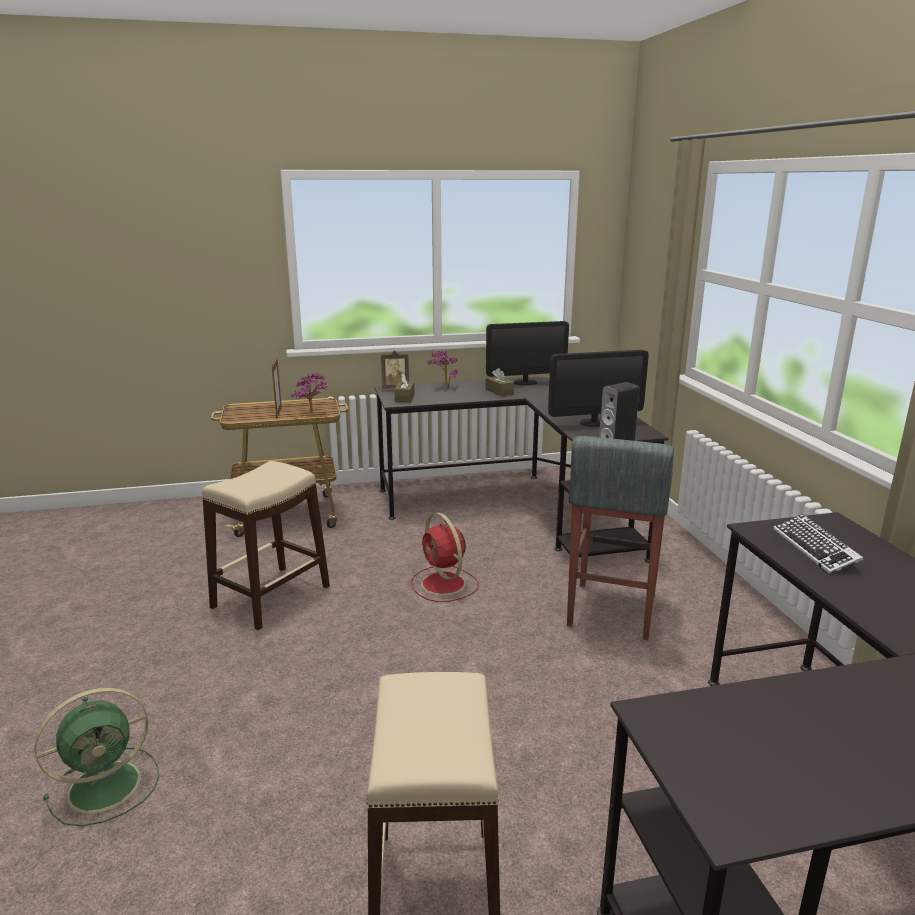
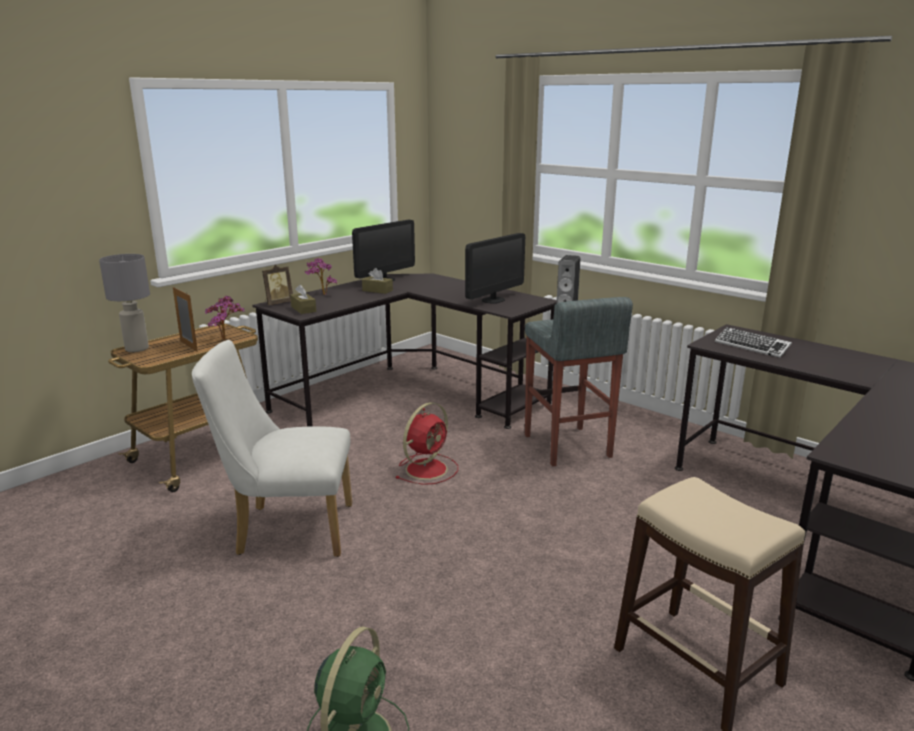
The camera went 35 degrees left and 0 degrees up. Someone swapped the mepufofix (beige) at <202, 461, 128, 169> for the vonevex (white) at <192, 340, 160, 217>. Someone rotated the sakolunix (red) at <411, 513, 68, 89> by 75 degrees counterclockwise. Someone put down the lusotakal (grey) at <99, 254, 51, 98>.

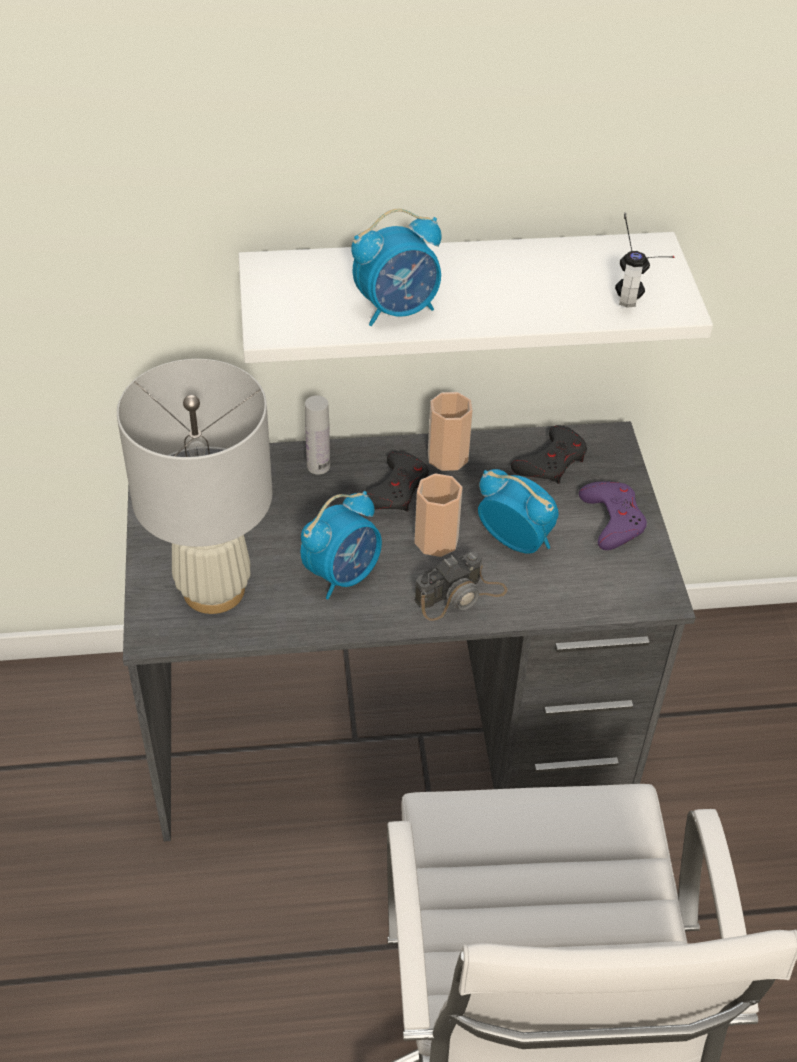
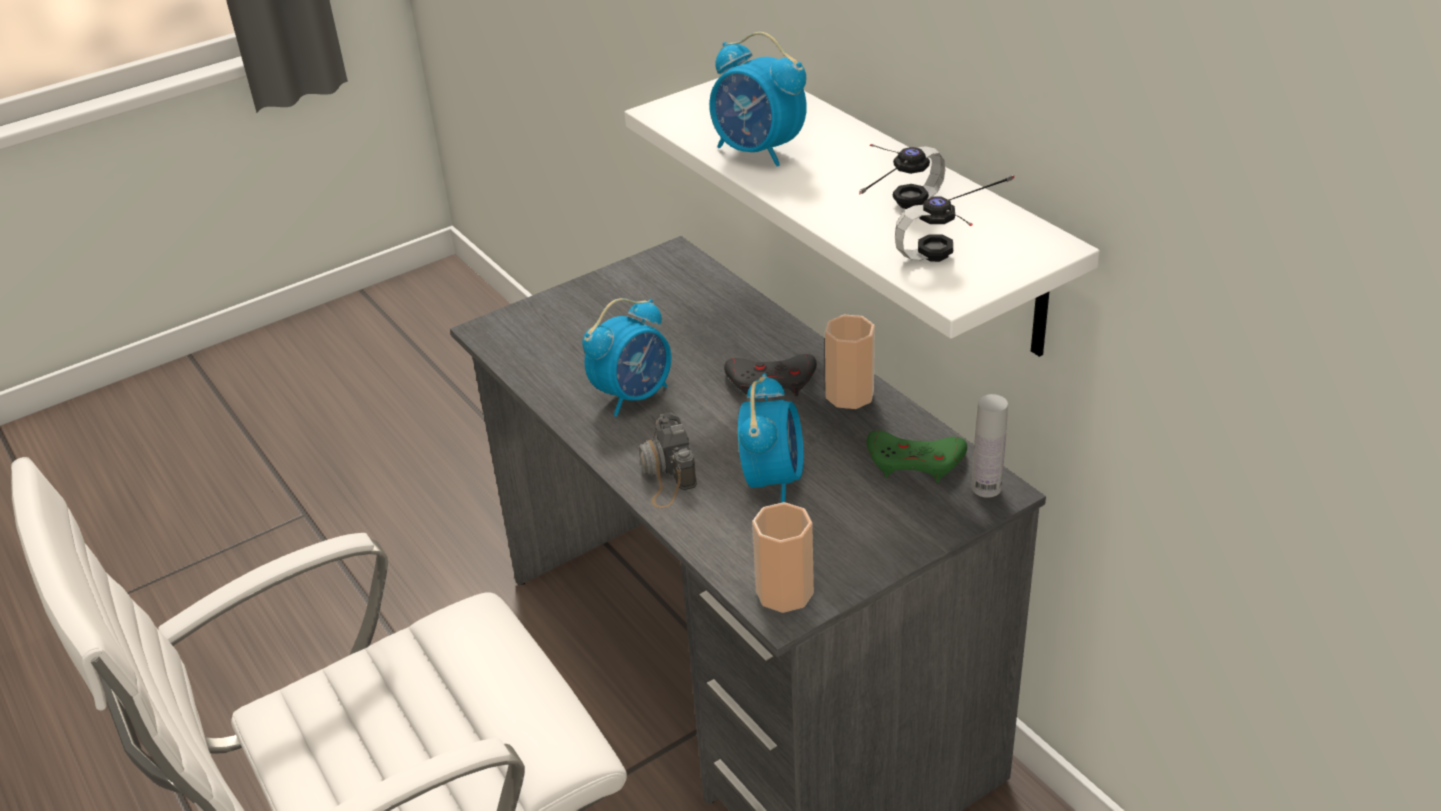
The camera went 65 degrees right and 10 degrees down. Someone took away the lusotakal (white) at <117, 359, 155, 255>. Someone carried the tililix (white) from <305, 395, 25, 79> to <972, 394, 36, 104>. Someone repainted the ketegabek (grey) at <511, 425, 76, 59>, which became the ketegabek (green) at <867, 430, 100, 53>. Someone carried the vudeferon from <414, 473, 49, 84> to <752, 502, 62, 111>. Someone took away the ketegabek (purple) at <579, 481, 68, 69>. Someone rotated the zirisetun at <301, 491, 81, 108> by 60 degrees counterclockwise. Someone rotated the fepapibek at <415, 552, 93, 69> by 45 degrees clockwise. Someone put down the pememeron at <859, 144, 86, 65>.

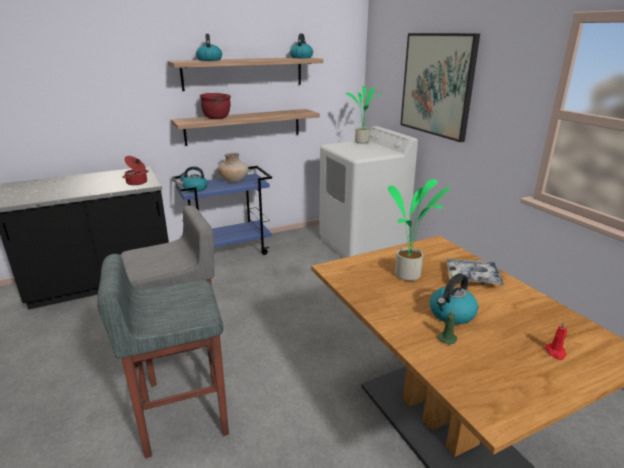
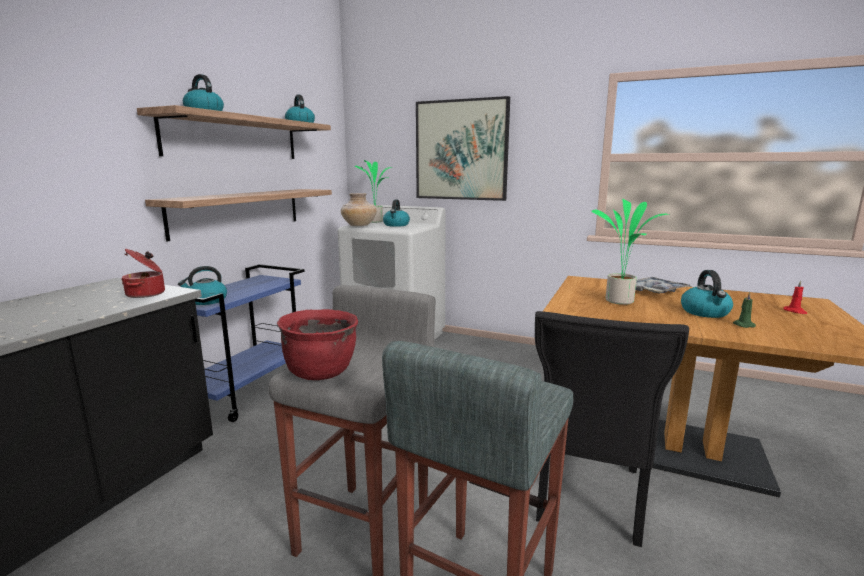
The camera went 40 degrees left and 10 degrees down. Someone carried the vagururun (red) from <200, 93, 31, 26> to <277, 309, 81, 71>. Someone carried the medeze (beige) from <218, 153, 30, 29> to <341, 193, 36, 33>. Someone put down the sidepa at <383, 199, 27, 28>. Someone put down the vonevex (black) at <535, 311, 154, 236>.

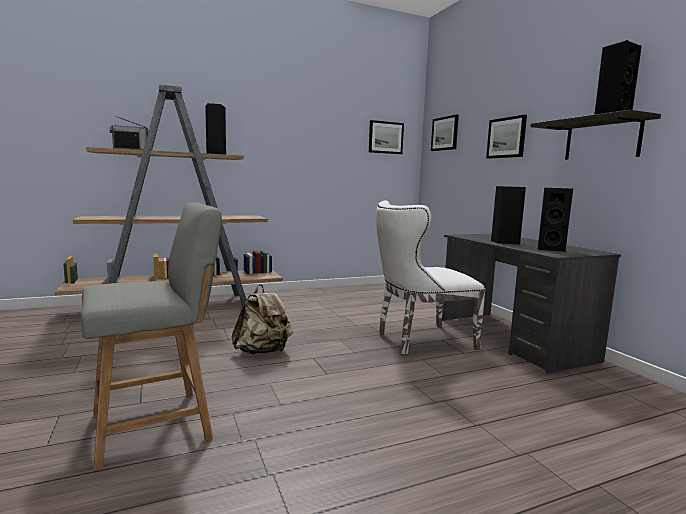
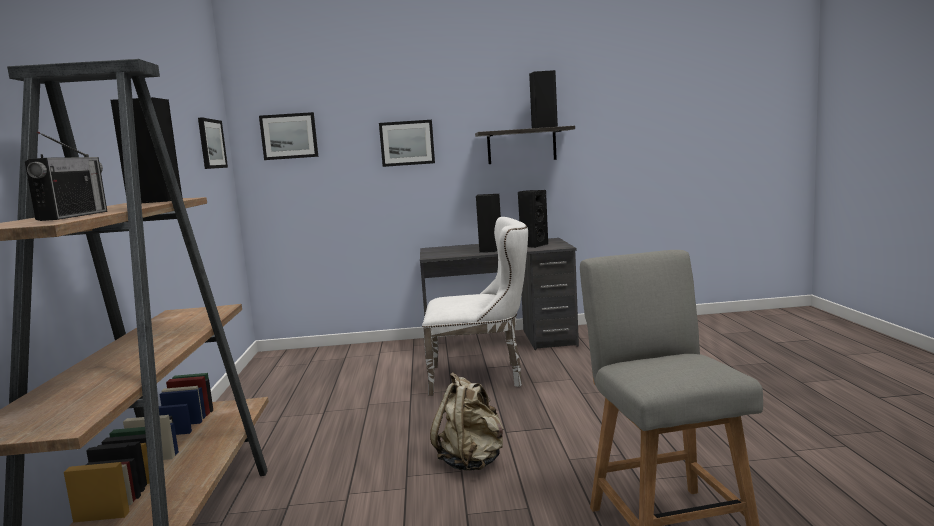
The camera went 70 degrees left and 0 degrees up. Someone rotated the vonevex (white) at <376, 201, 110, 154> by 90 degrees counterclockwise.

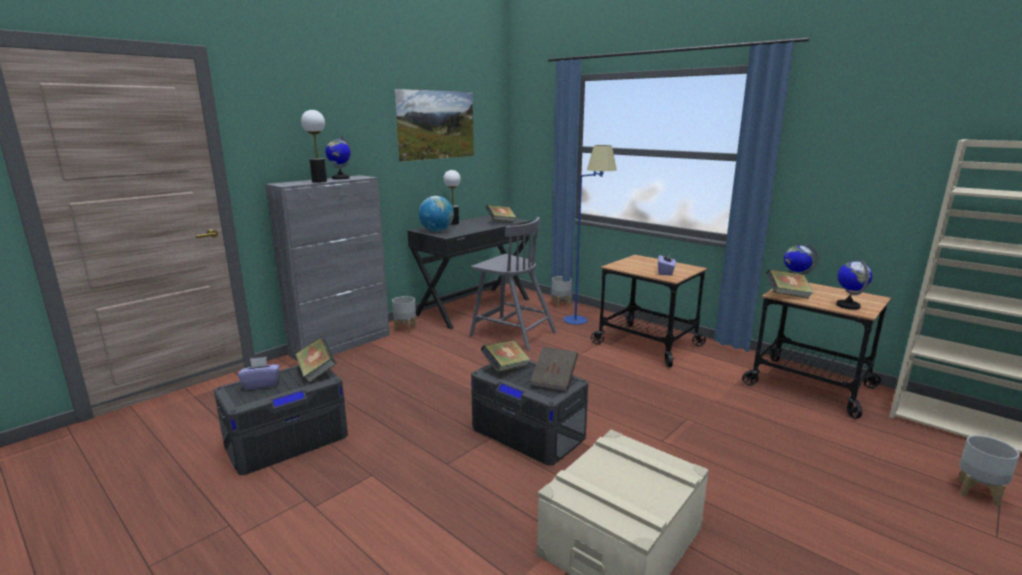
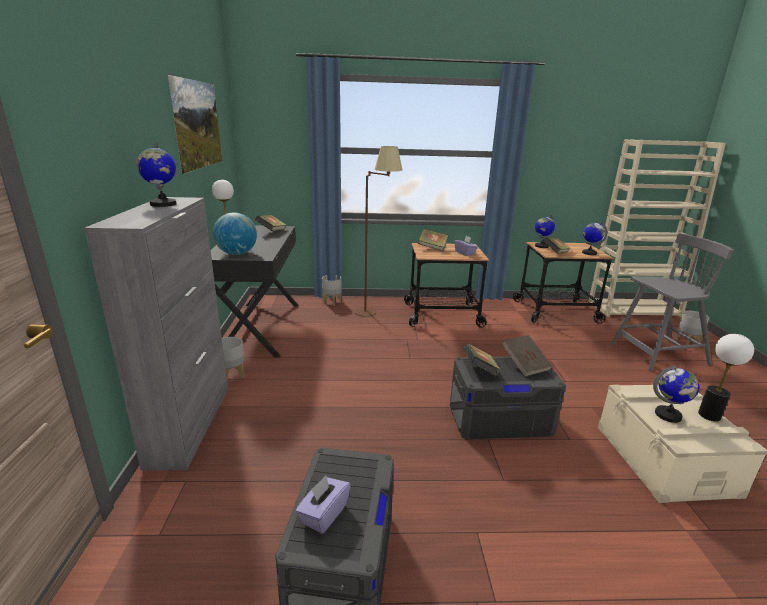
The camera went 45 degrees left and 5 degrees up. Someone carried the lusotakal from <301, 110, 26, 73> to <698, 334, 56, 87>. Someone repainted the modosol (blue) at <563, 145, 54, 180>, which became the modosol (brown) at <354, 146, 48, 171>. Someone carried the vonevex (grey) from <470, 217, 87, 134> to <611, 233, 122, 138>. Someone carried the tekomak from <295, 337, 41, 46> to <418, 229, 31, 22>. Someone put down the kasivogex at <653, 365, 46, 58>.

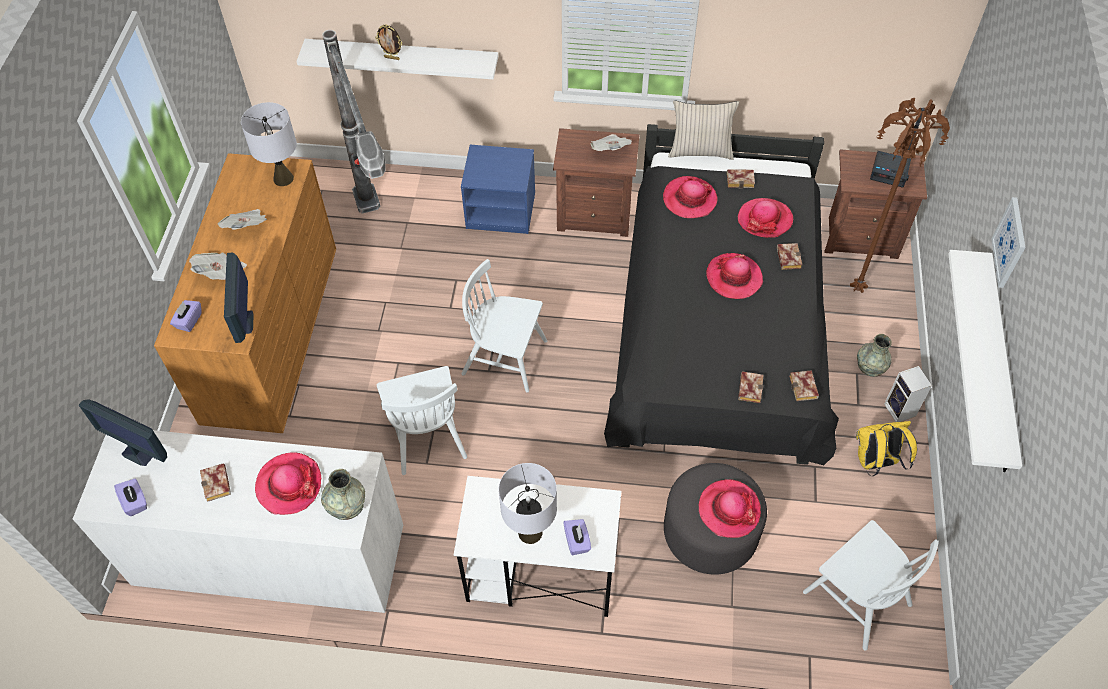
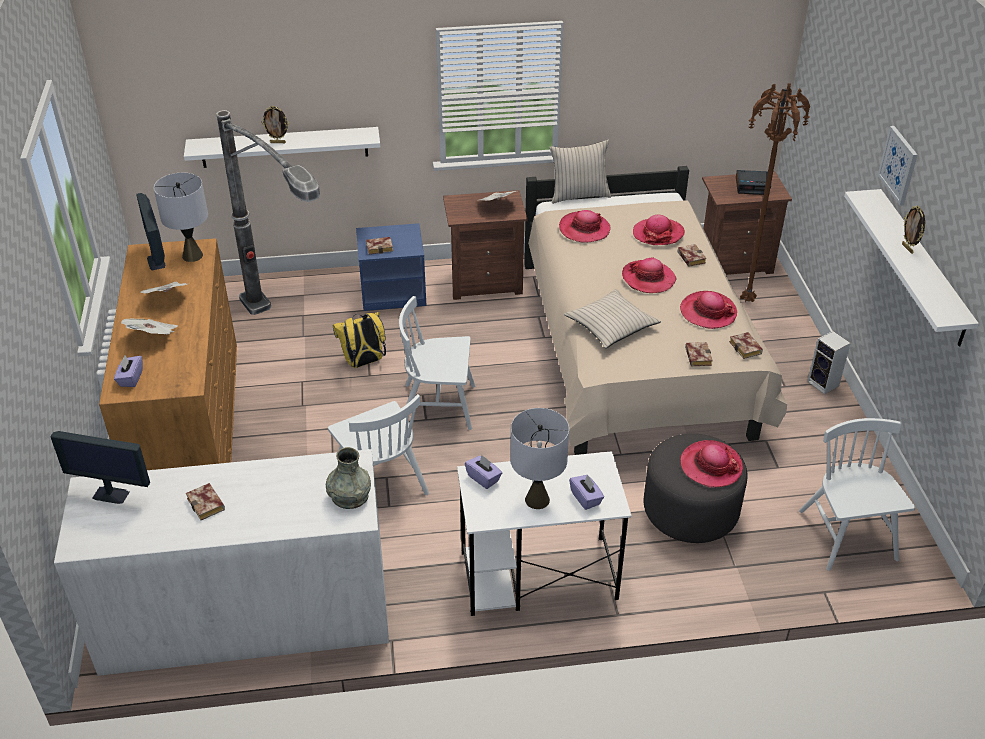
The camera went 15 degrees left and 15 degrees down. Someone repainted the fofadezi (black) at <604, 124, 235, 341>, which became the fofadezi (beige) at <524, 166, 263, 289>. Someone carried the tekomak from <727, 169, 28, 20> to <366, 237, 27, 17>. Someone carried the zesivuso from <224, 252, 30, 91> to <136, 193, 29, 77>. Someone took away the medeze (grey) at <857, 334, 35, 43>. Someone carried the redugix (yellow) from <856, 421, 61, 55> to <333, 312, 53, 56>. Someone carried the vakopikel from <255, 452, 67, 63> to <680, 291, 57, 38>. Someone carried the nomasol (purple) from <114, 479, 33, 37> to <465, 455, 37, 34>. Someone rotated the vonevex (white) at <803, 520, 136, 131> by 135 degrees counterclockwise. Someone put down the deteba at <902, 206, 23, 48>. Someone put down the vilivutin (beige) at <564, 289, 97, 59>.

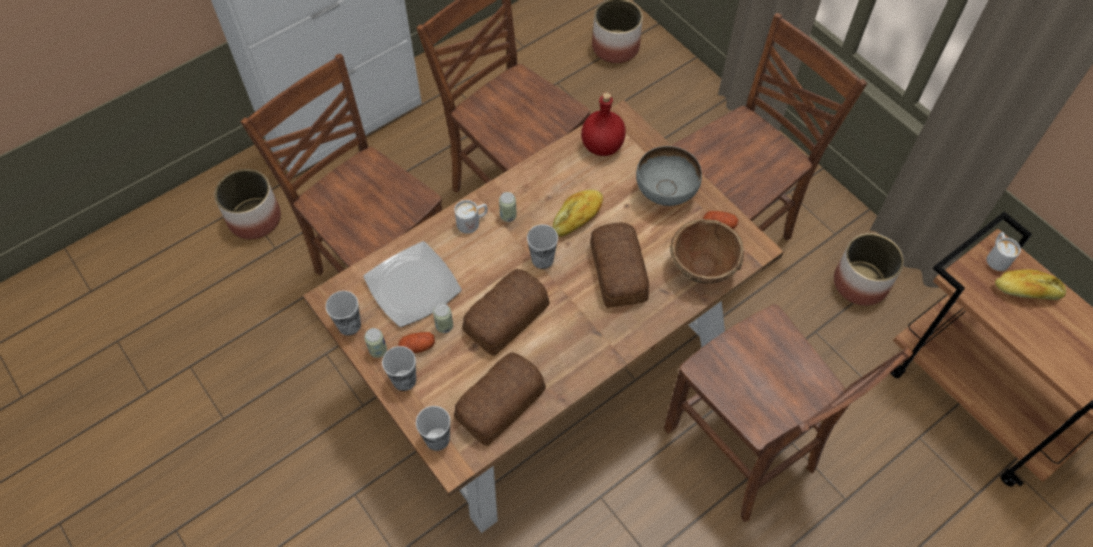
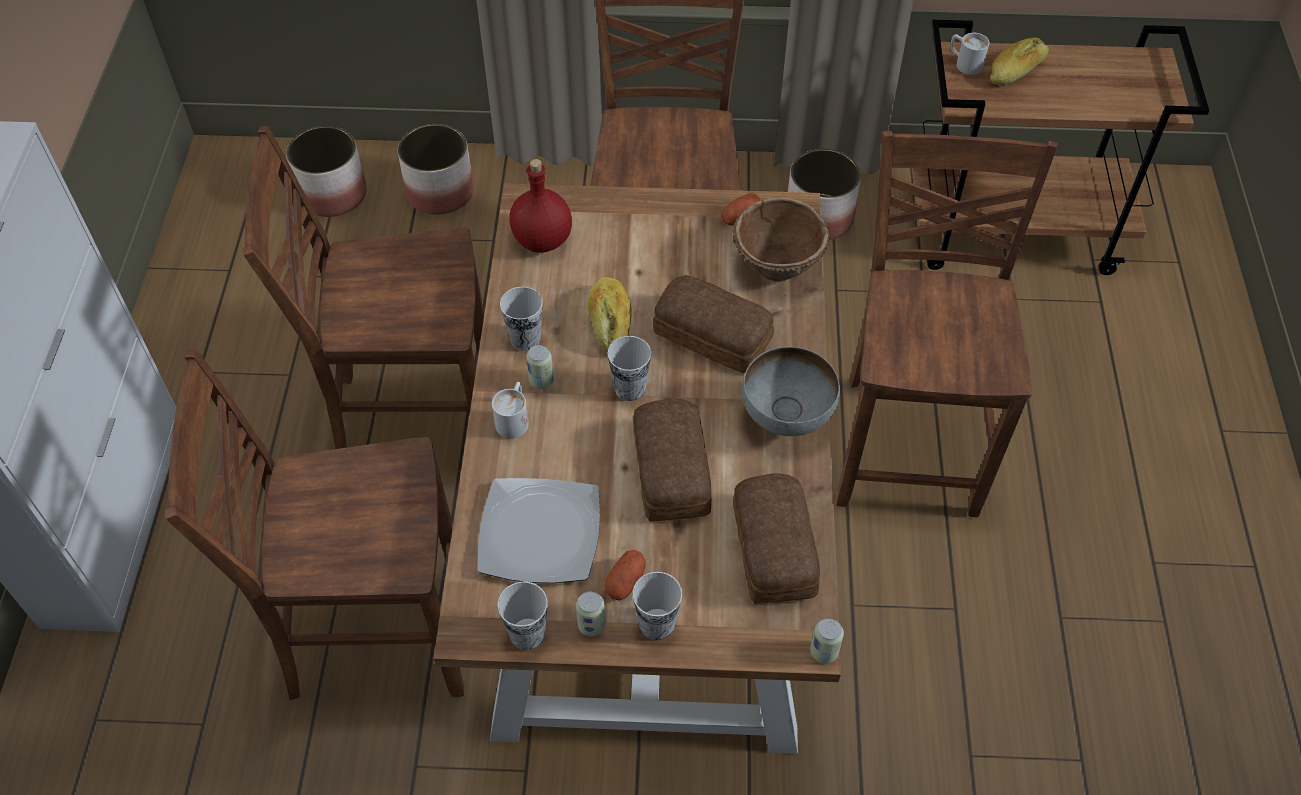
The camera went 50 degrees left and 5 degrees down. Someone carried the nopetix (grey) from <636, 146, 66, 60> to <742, 347, 98, 89>. Someone carried the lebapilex from <214, 169, 67, 70> to <398, 124, 76, 91>. Someone carried the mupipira from <433, 303, 20, 30> to <810, 618, 34, 46>. Someone rotated the vonevex (brown) at <664, 304, 250, 218> by 90 degrees counterclockwise. Someone carried the vudeferon from <416, 406, 34, 45> to <500, 287, 43, 64>.

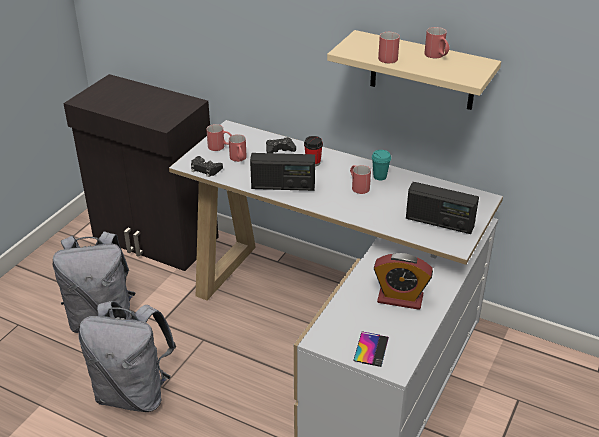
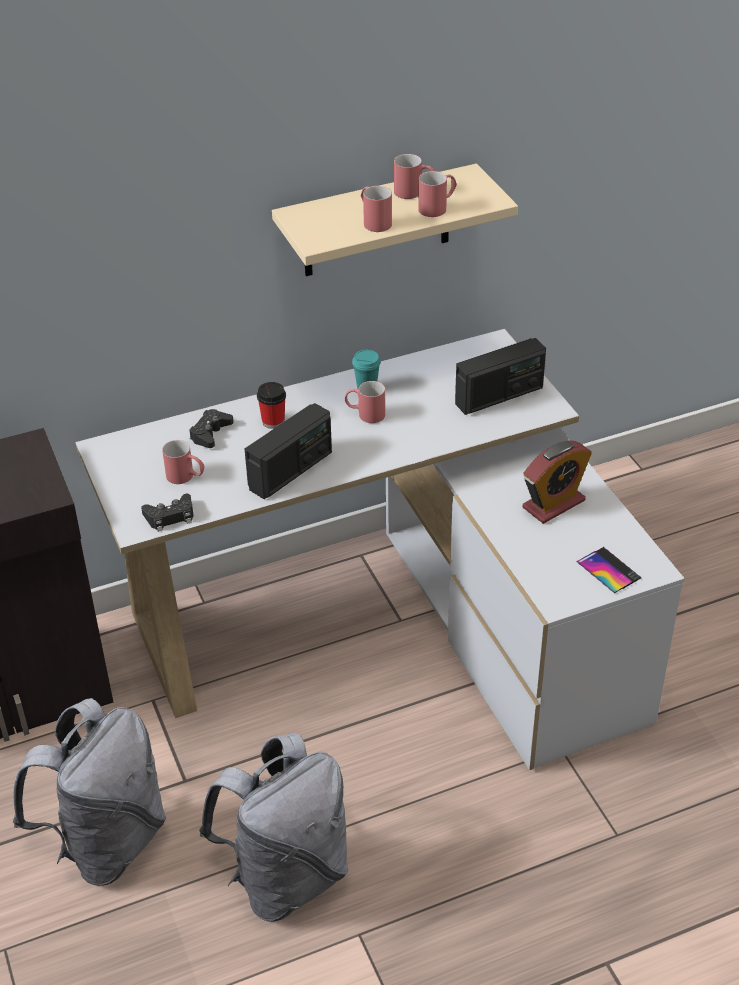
The camera went 50 degrees left and 5 degrees up. Someone carried the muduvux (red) from <206, 124, 26, 27> to <418, 171, 39, 46>.

